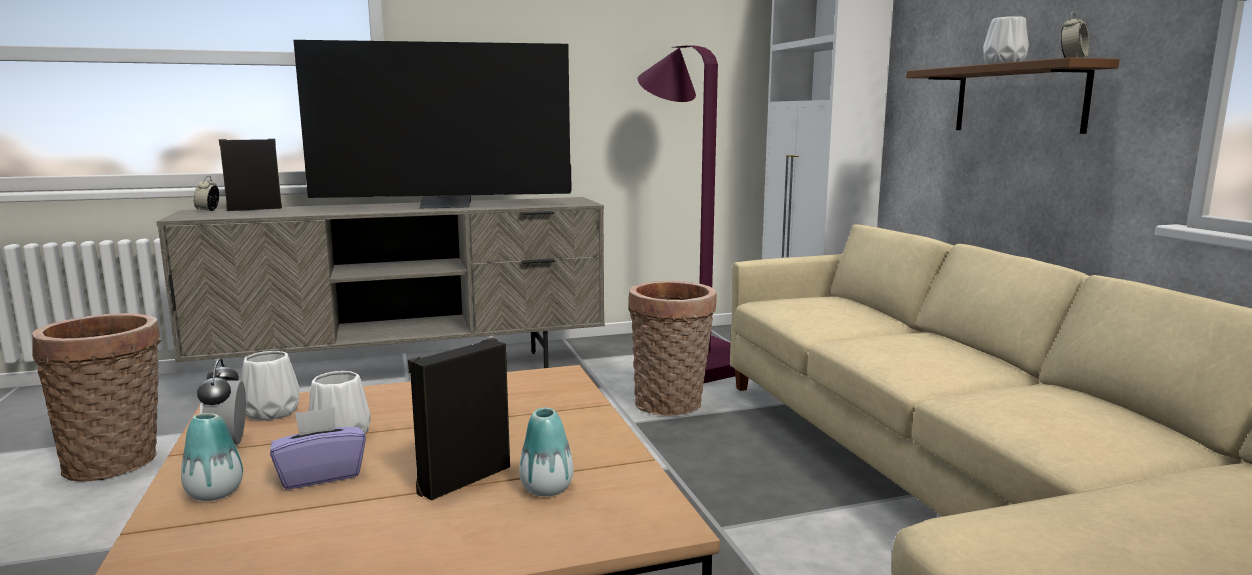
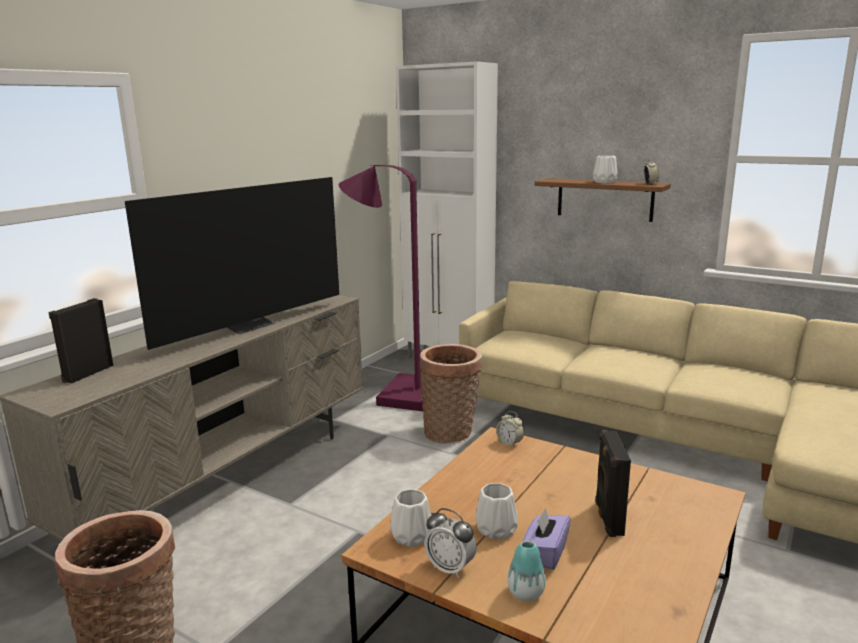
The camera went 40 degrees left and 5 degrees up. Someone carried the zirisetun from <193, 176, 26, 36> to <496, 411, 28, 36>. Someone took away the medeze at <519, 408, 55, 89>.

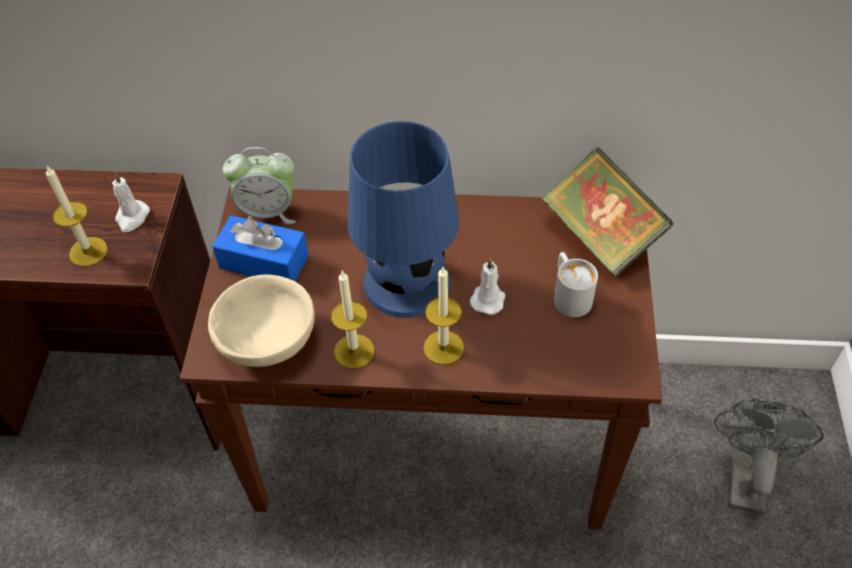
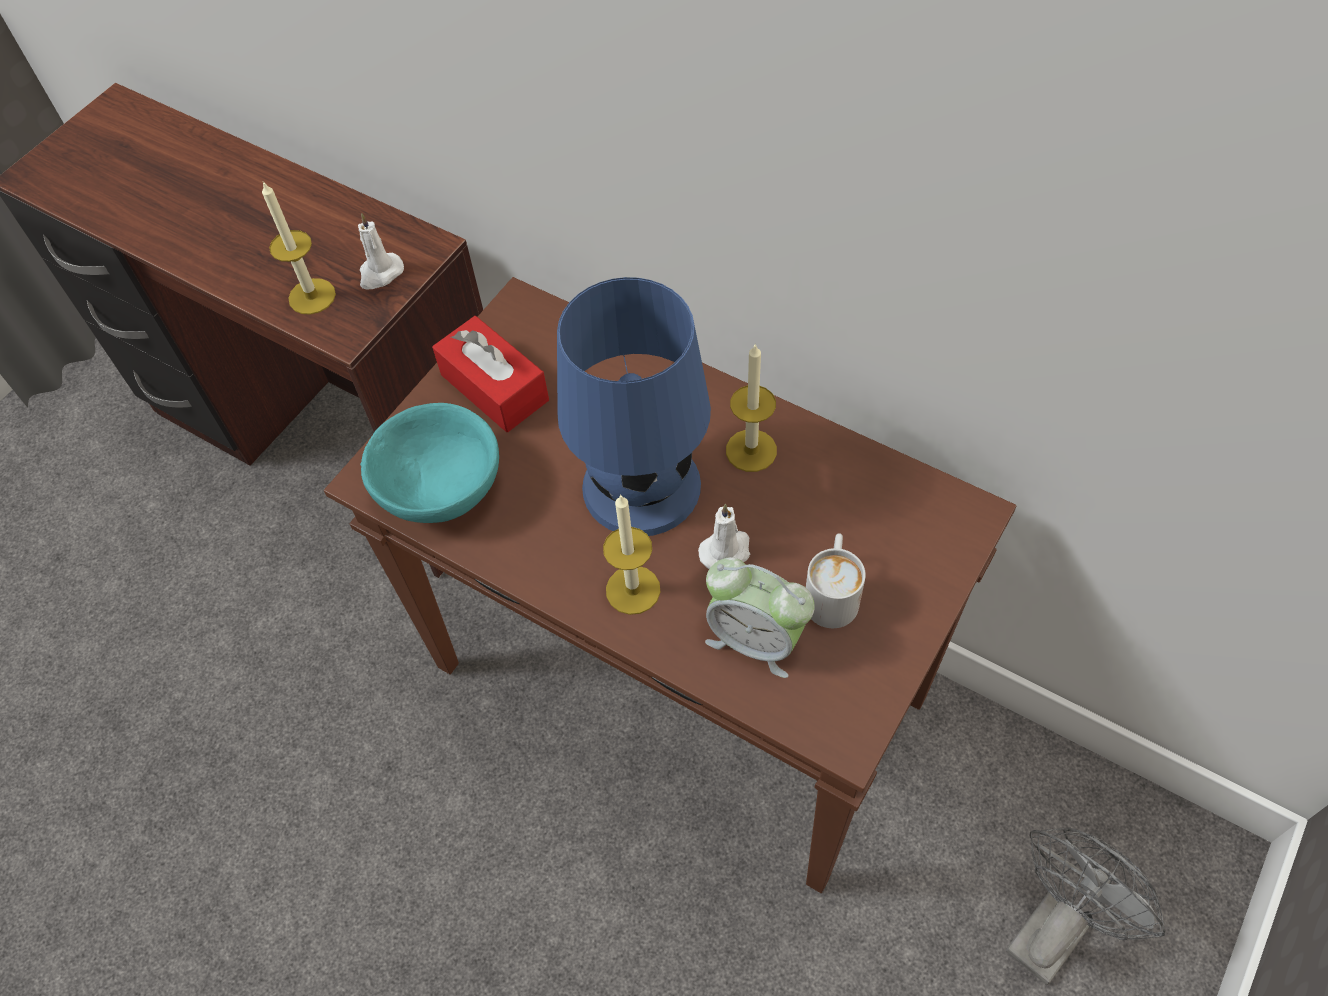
The camera went 30 degrees right and 5 degrees up. Someone carried the zirisetun from <223, 147, 73, 77> to <705, 557, 110, 121>. Someone took away the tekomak at <541, 148, 132, 129>. Someone repainted the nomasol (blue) at <212, 215, 96, 66>, which became the nomasol (red) at <432, 316, 117, 116>. Someone carried the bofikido from <331, 270, 43, 98> to <726, 343, 51, 129>. Someone repainted the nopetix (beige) at <208, 275, 107, 92>, which became the nopetix (turquoise) at <360, 403, 139, 120>.

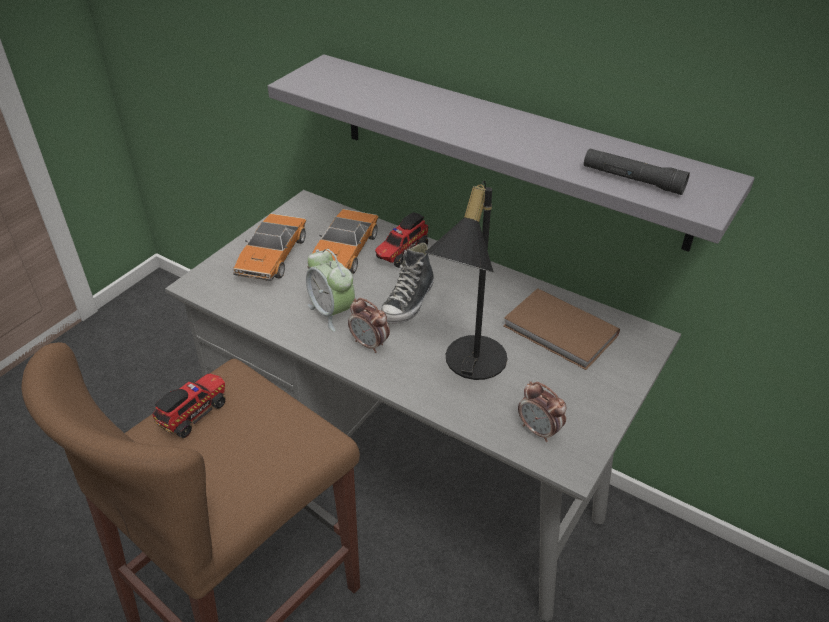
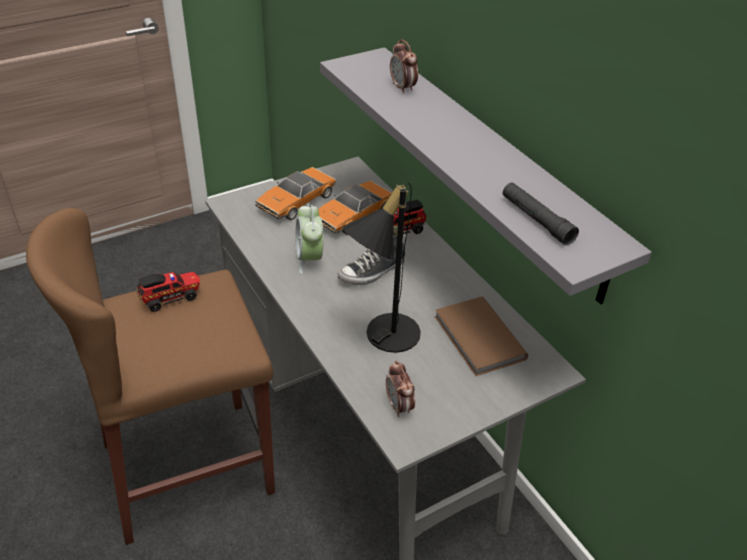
The camera went 25 degrees right and 0 degrees up. Someone carried the zirisetun from <348, 298, 42, 55> to <390, 39, 28, 55>.

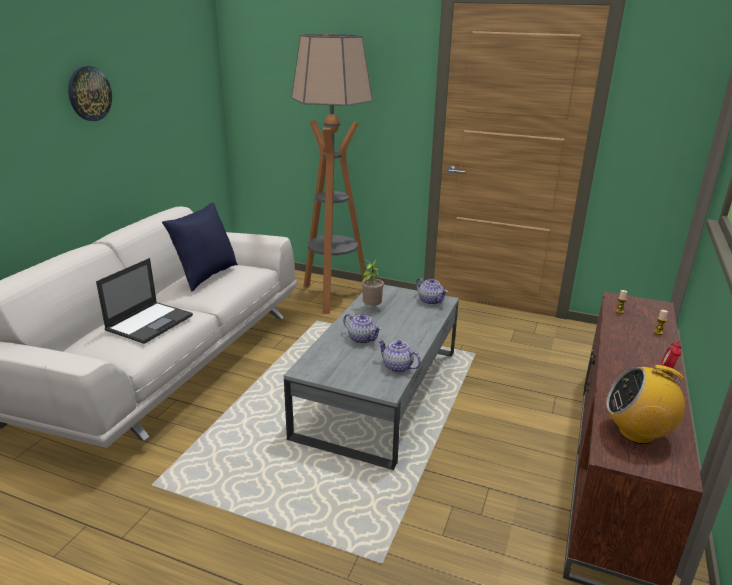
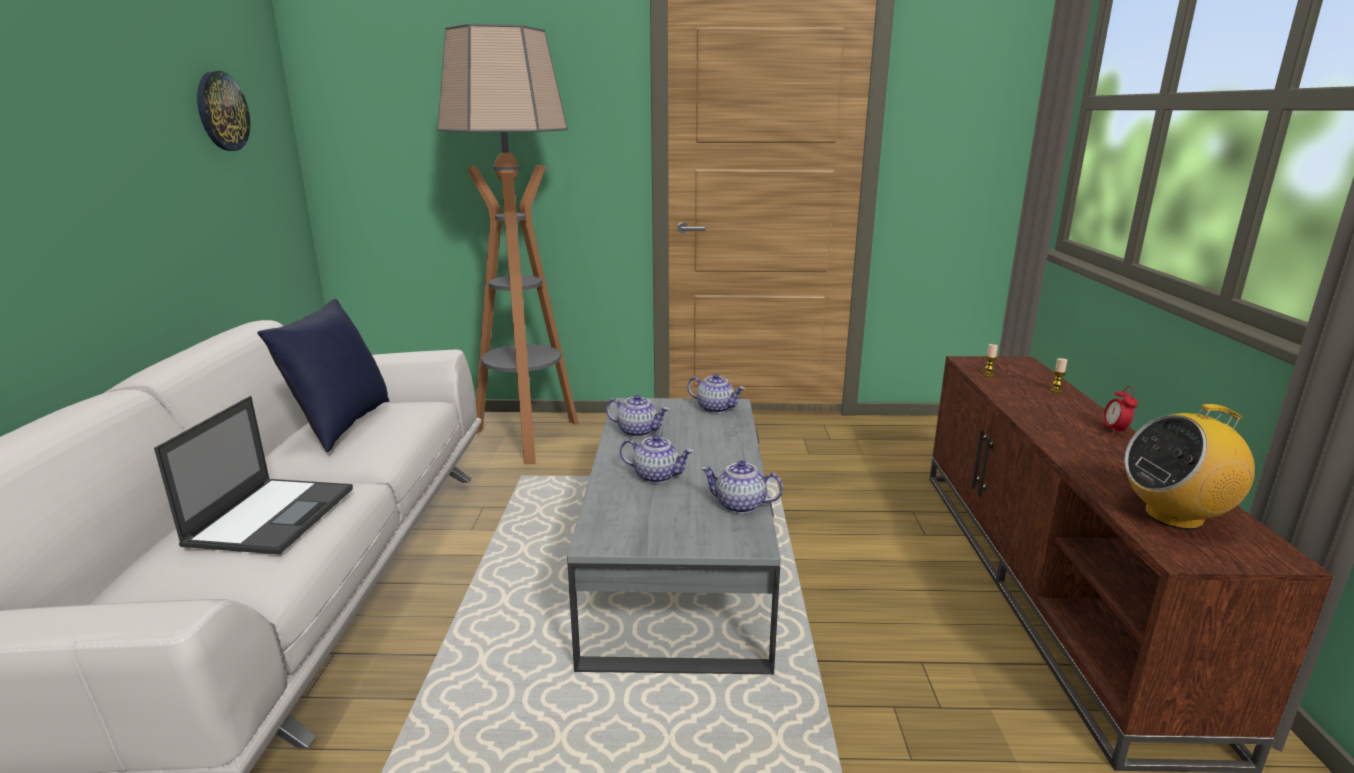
The camera went 20 degrees left and 5 degrees down. Someone carried the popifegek from <68, 66, 44, 55> to <197, 71, 53, 80>. Someone swapped the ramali at <362, 259, 22, 47> for the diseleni at <606, 394, 63, 43>.

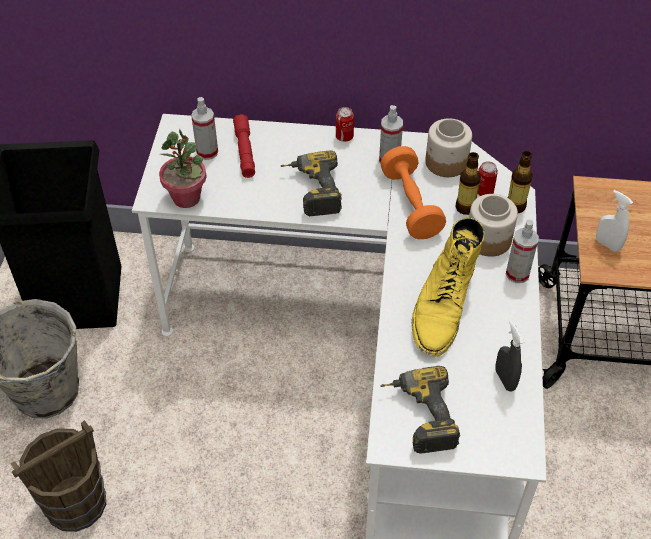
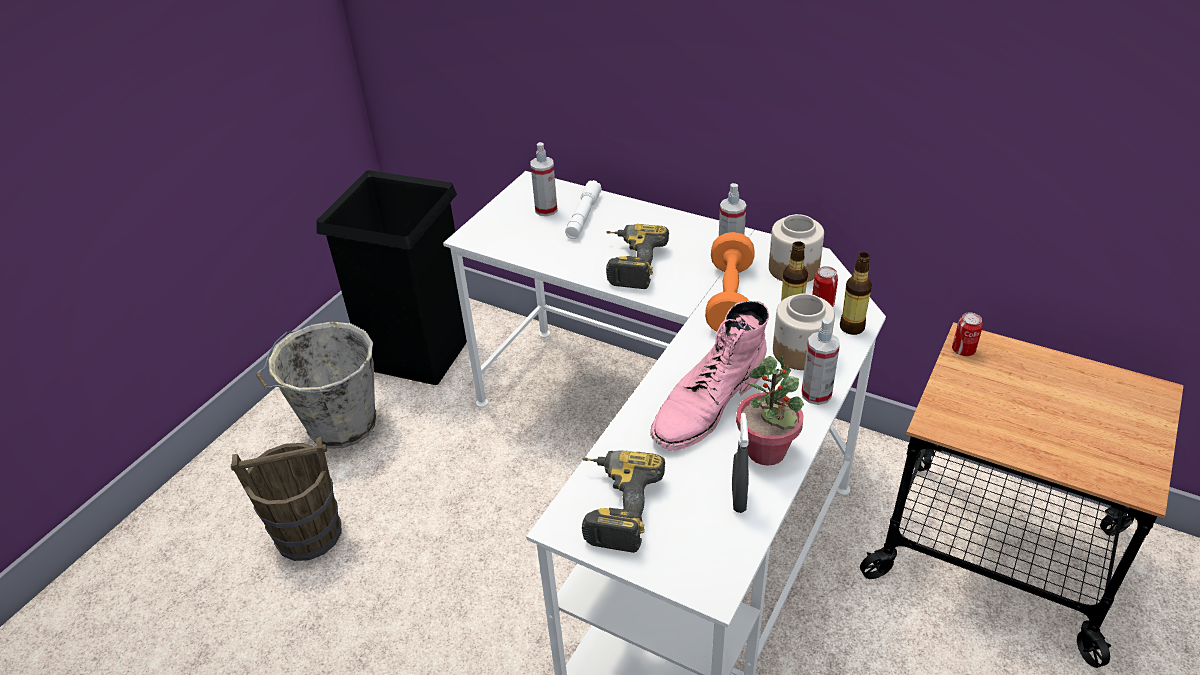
The camera went 25 degrees right and 10 degrees down. Someone carried the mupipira from <336, 107, 18, 35> to <952, 312, 31, 44>. Someone repainted the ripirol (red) at <233, 114, 22, 64>, which became the ripirol (white) at <565, 180, 37, 59>. Someone carried the ramali from <159, 129, 48, 79> to <736, 354, 68, 112>. Someone took away the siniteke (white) at <596, 190, 37, 62>. Someone repainted the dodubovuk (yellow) at <411, 217, 74, 140>, which became the dodubovuk (pink) at <650, 301, 119, 150>.

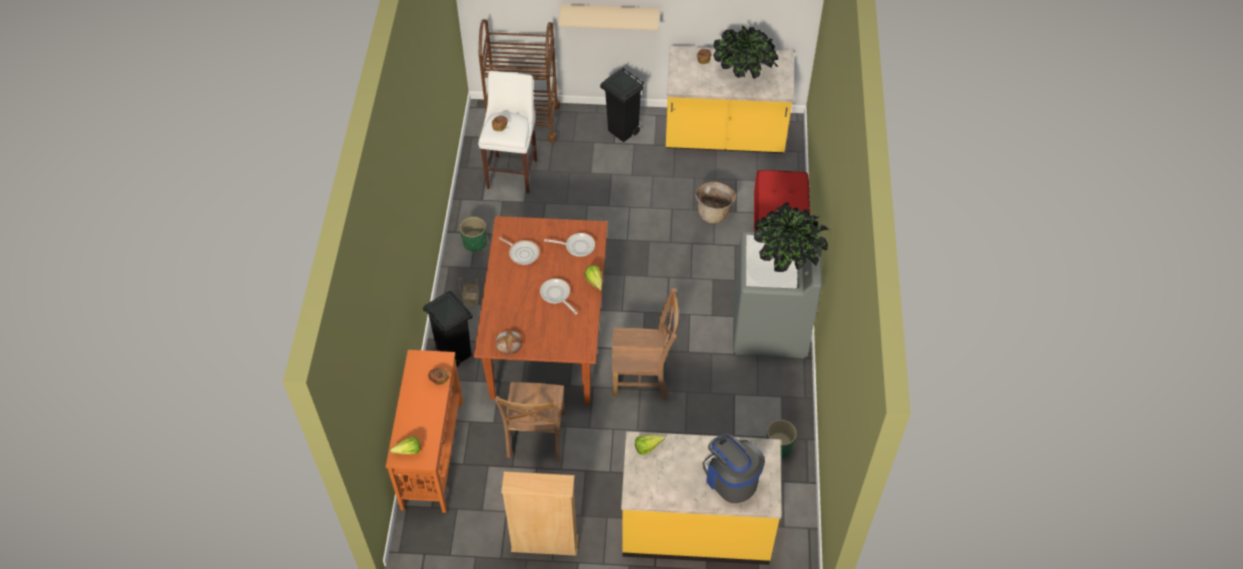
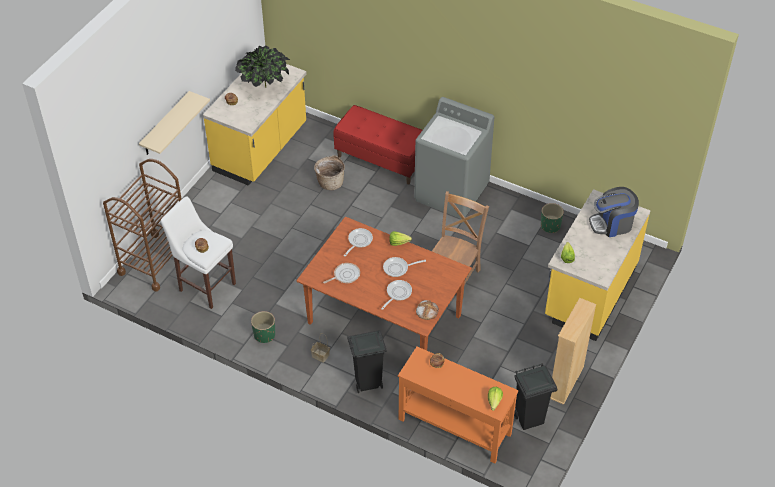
The camera went 65 degrees left and 5 degrees down. Someone carried the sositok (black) from <600, 68, 44, 74> to <514, 363, 43, 67>. Someone took away the ramali at <754, 203, 75, 69>. Someone took away the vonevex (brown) at <495, 382, 70, 79>. Someone put down the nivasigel at <381, 280, 31, 30>.

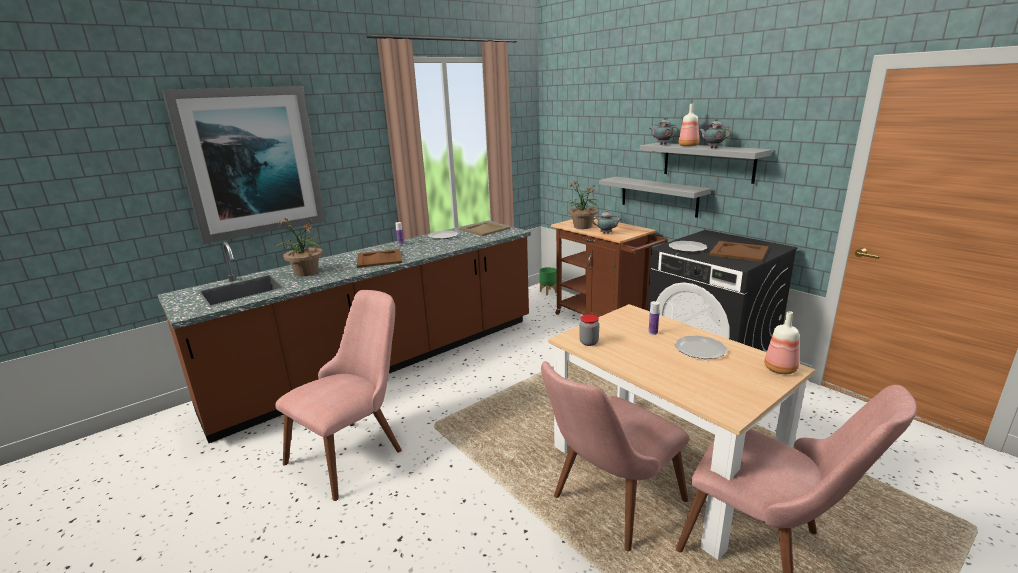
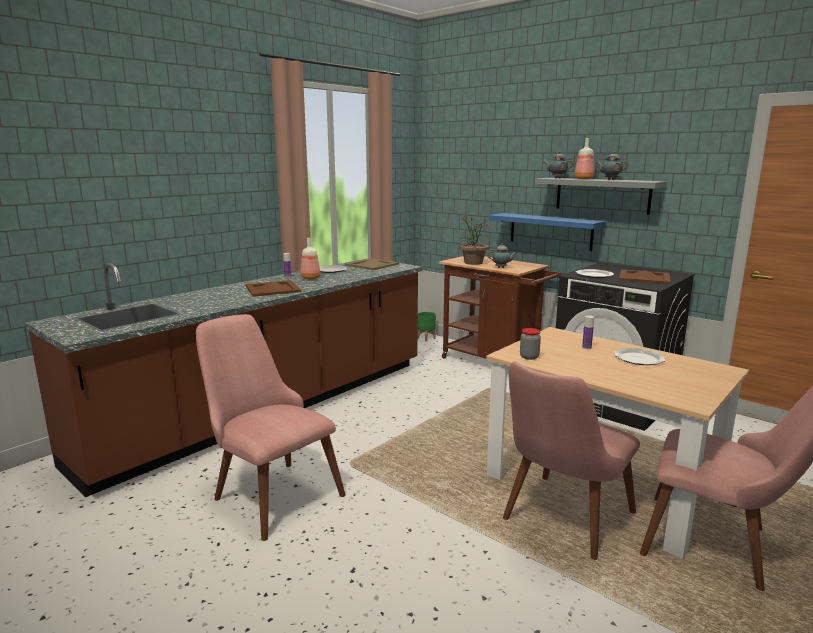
The camera went 10 degrees left and 5 degrees down. Someone took away the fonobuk at <162, 86, 164, 157>. Someone repainted the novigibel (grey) at <599, 177, 112, 41>, which became the novigibel (blue) at <489, 213, 117, 38>. Someone took away the ramali at <275, 217, 48, 60>. Someone rotated the vonevex (pink) at <275, 290, 127, 211> by 75 degrees counterclockwise. Someone carried the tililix from <764, 311, 35, 63> to <301, 238, 20, 41>.

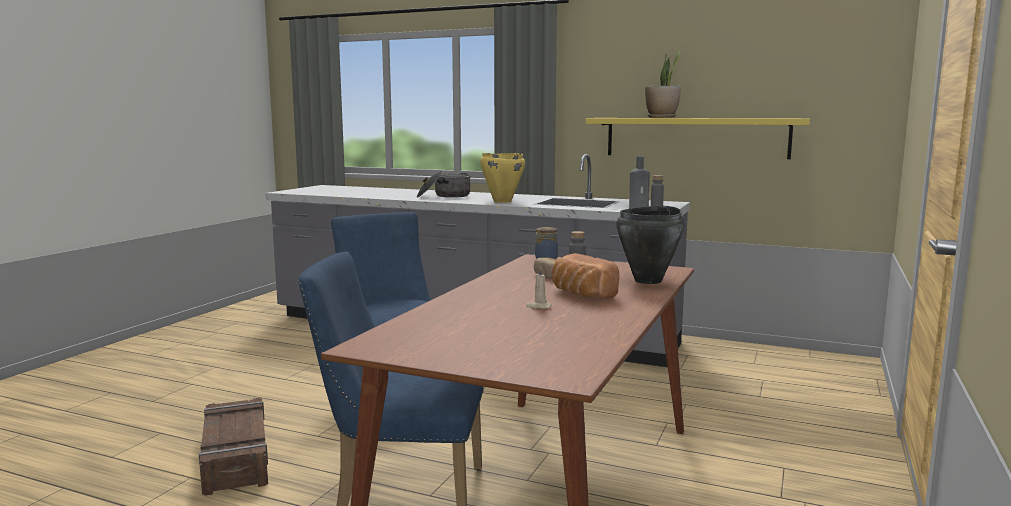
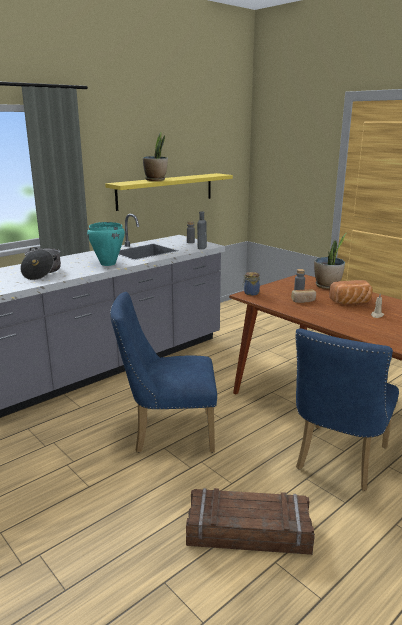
The camera went 65 degrees left and 10 degrees up. Someone repainted the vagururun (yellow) at <480, 153, 45, 50>, which became the vagururun (turquoise) at <87, 222, 38, 44>. Someone swapped the vagururun (black) at <617, 206, 68, 78> for the ramali at <314, 233, 33, 56>.

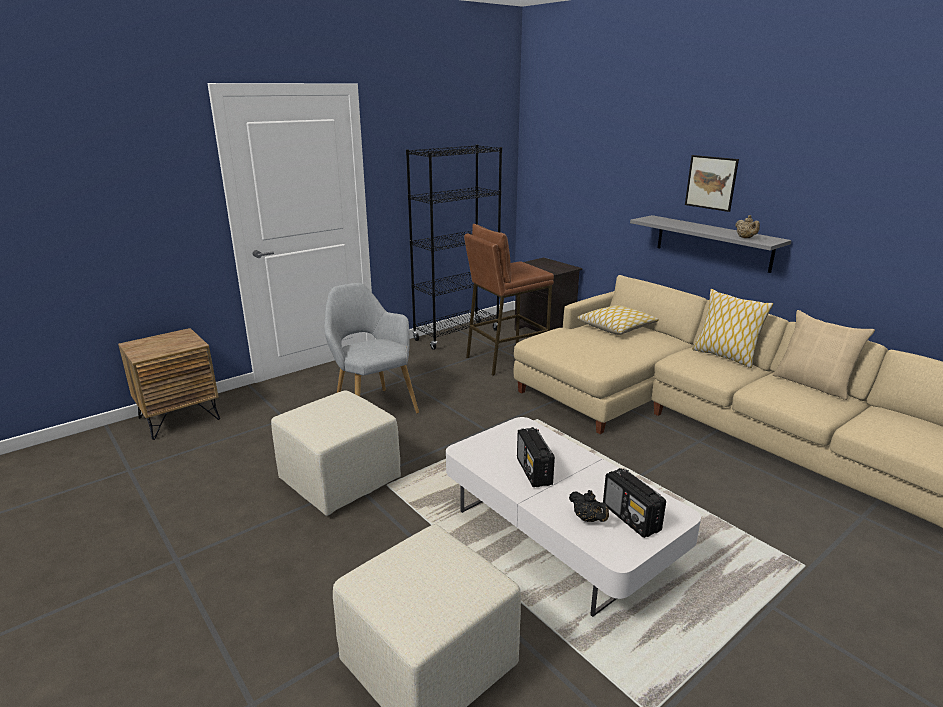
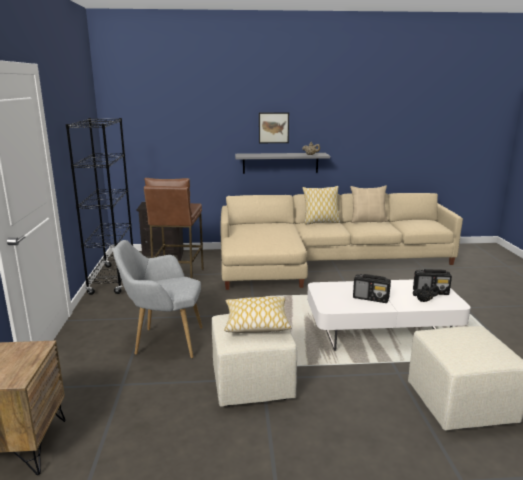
The camera went 55 degrees left and 5 degrees down. Someone carried the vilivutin from <577, 305, 82, 30> to <224, 297, 67, 36>.

